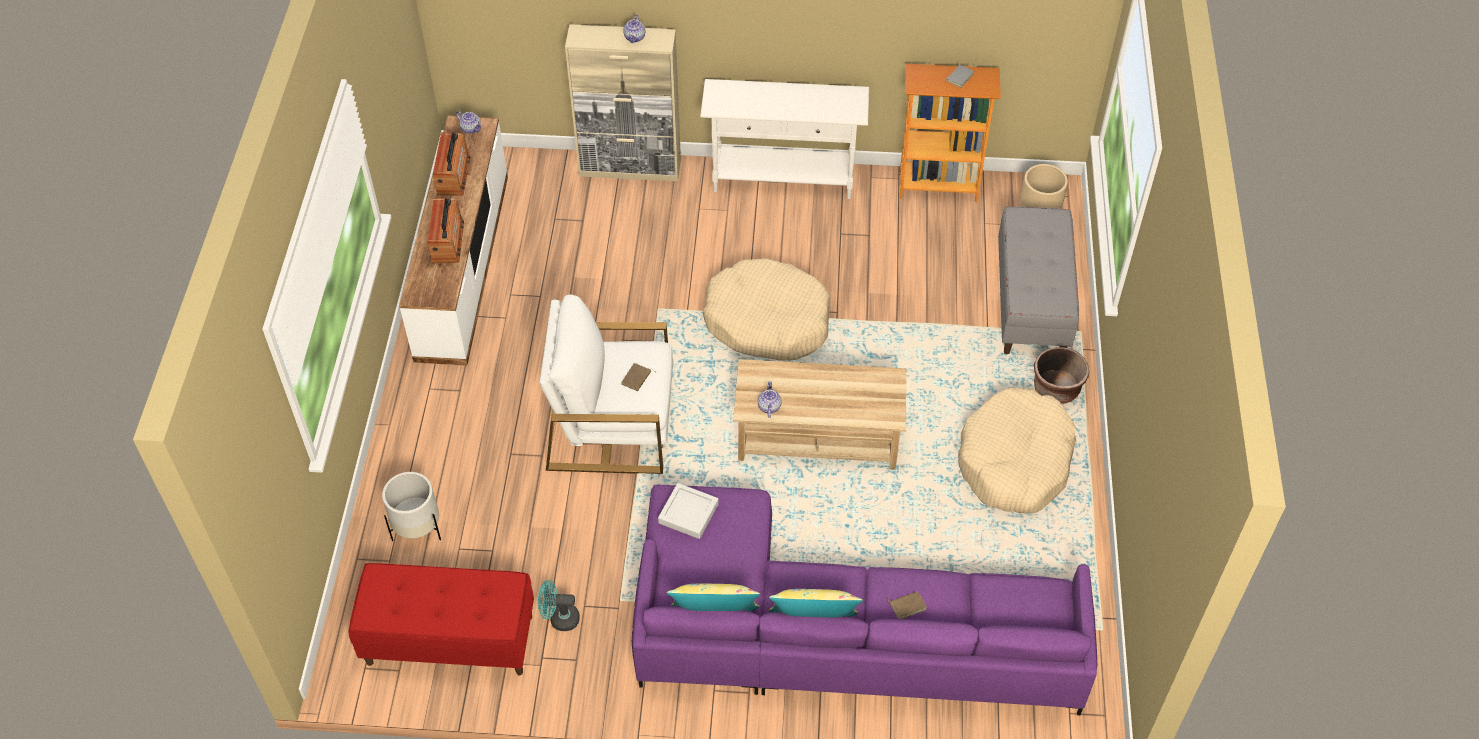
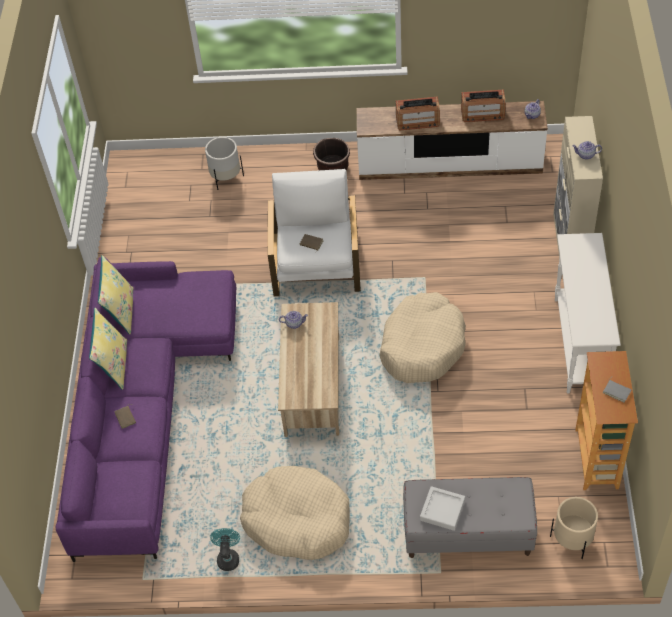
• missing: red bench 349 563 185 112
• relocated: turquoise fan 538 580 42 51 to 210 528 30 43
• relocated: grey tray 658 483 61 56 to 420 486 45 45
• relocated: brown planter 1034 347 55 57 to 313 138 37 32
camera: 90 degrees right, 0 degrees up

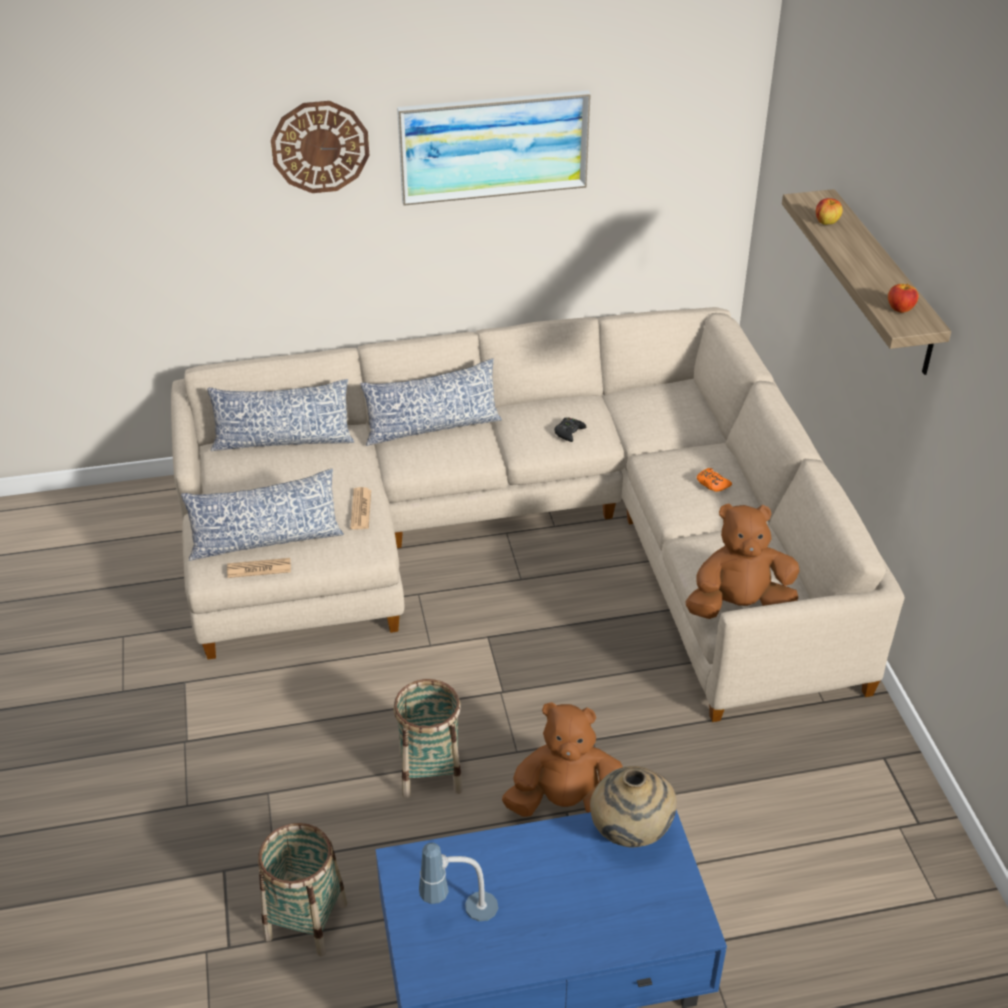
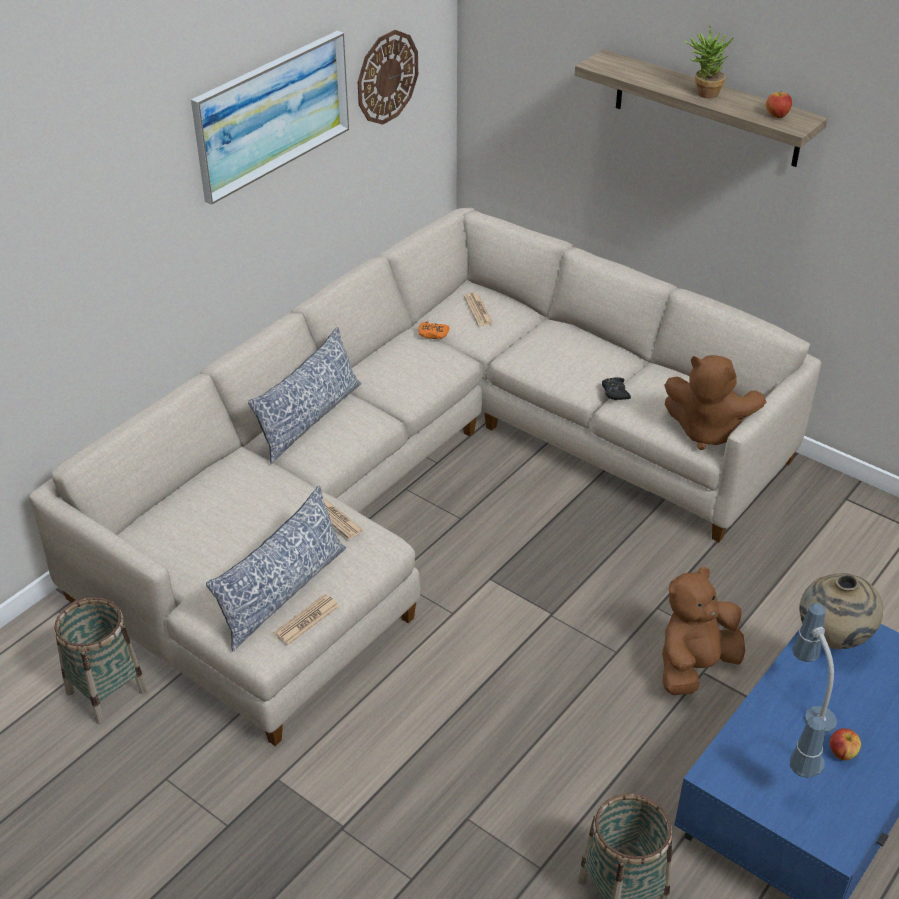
• missing: pillow 207 379 148 72
• appeared: newspaper 464 293 29 33
• appeared: potted plant 684 25 50 74
• appeared: table lamp 792 603 45 130
• relocated: wall clock 271 101 98 92 to 358 30 60 95
• relocated: basket 393 679 70 120 to 54 597 94 127
• relocated: black game controller 554 417 32 25 to 602 377 29 23
• relocated: orange game controller 697 468 35 24 to 418 321 32 18
• relocated: apple 816 198 27 27 to 830 728 31 32
• spun: brown plush toy 685 503 114 116 = 664 355 103 95 105 degrees counterclockwise
camera: 40 degrees left, 0 degrees up

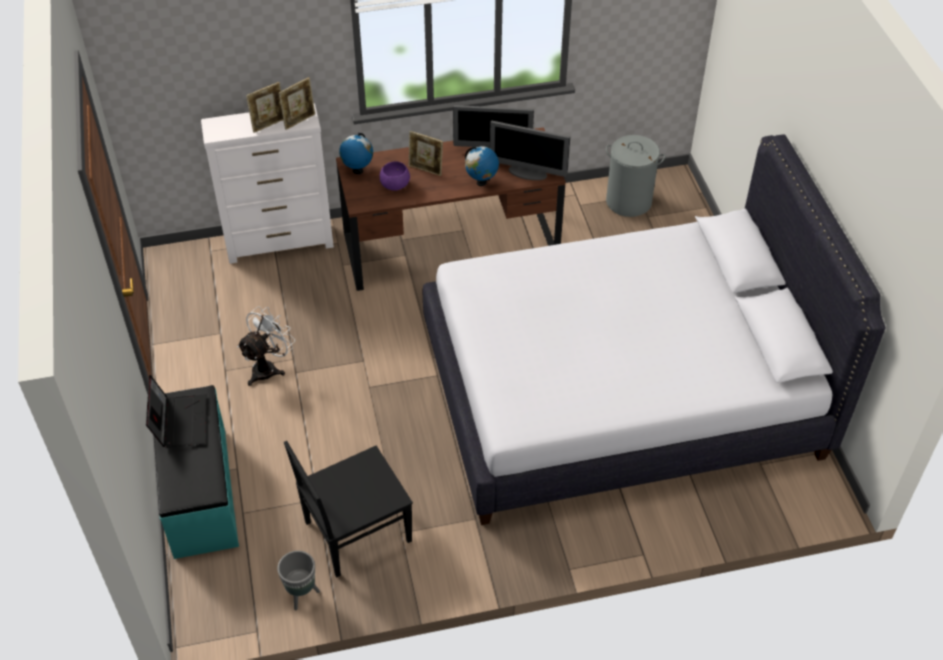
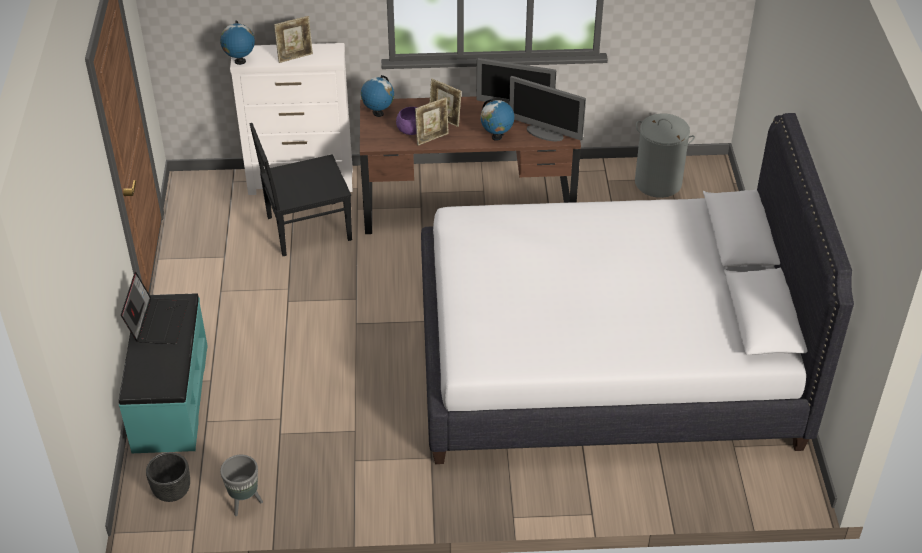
• missing: white fan 237 307 58 79
• appeared: black planter 146 452 44 50
• appeared: globe 220 20 35 45
• relocated: picture frame 279 77 36 53 to 415 97 34 48
• relocated: black chair 284 441 129 137 to 250 123 102 133
camera: 10 degrees right, 5 degrees down

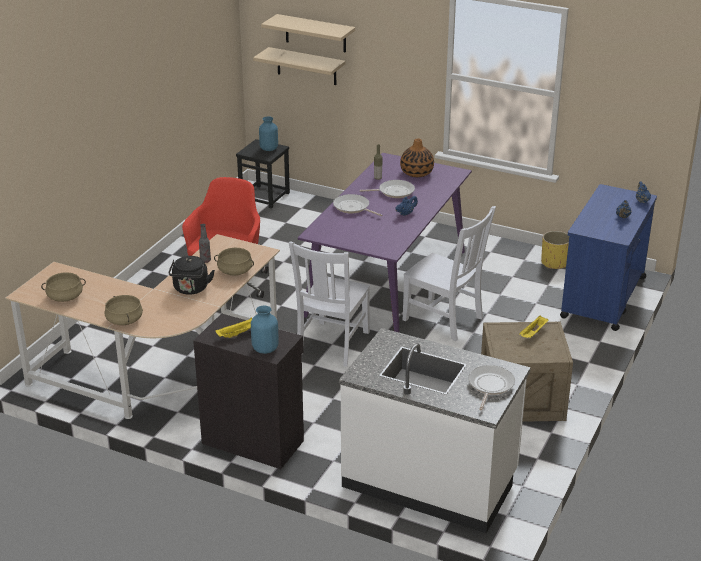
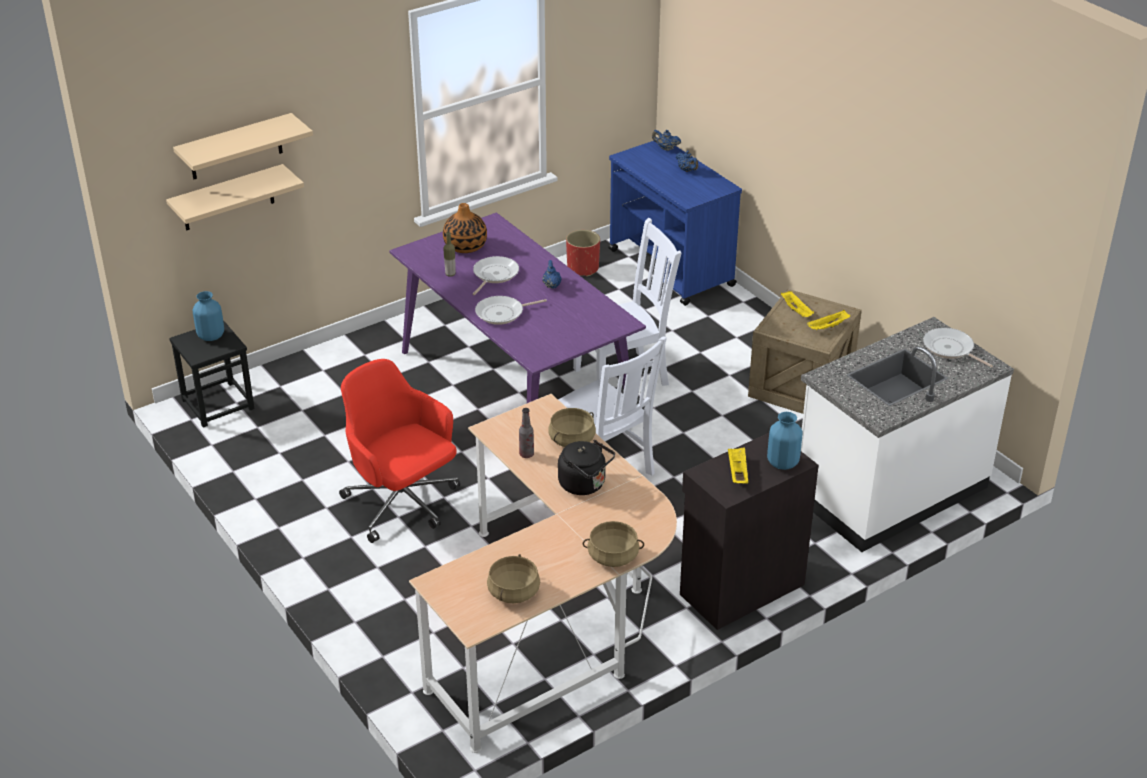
• appeared: yellow tray 807 310 43 20
• colour: yellow planter 541 231 28 38 to red planter 566 230 34 47
camera: 60 degrees left, 5 degrees up

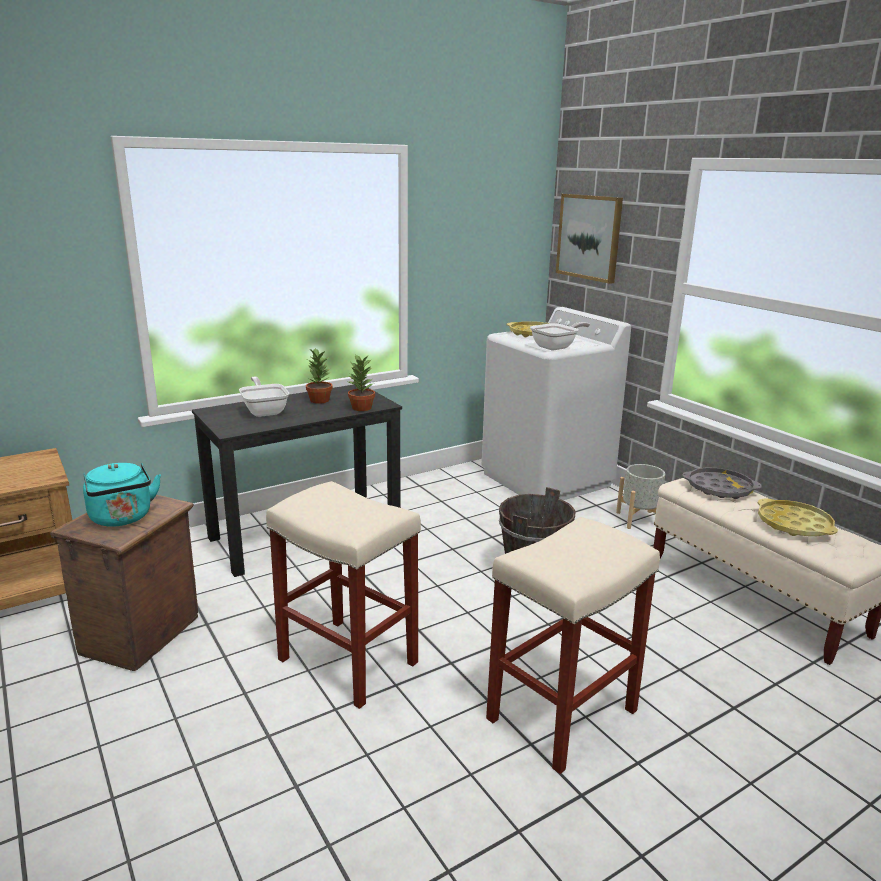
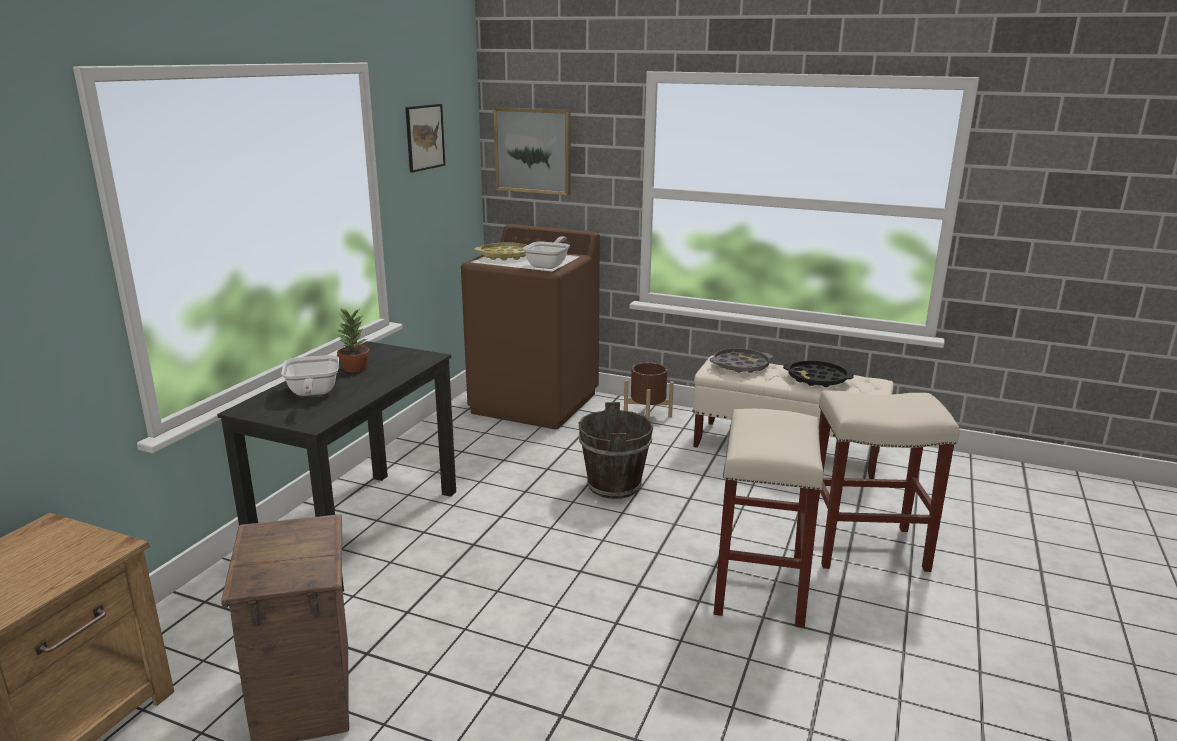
• missing: turquoise kettle 83 463 78 64
• missing: potted plant 346 355 29 56
• appeared: picture 405 104 40 69
• relocated: beige stool 266 481 155 228 to 819 390 140 182
• colour: white washing machine 482 307 149 193 to brown washing machine 461 224 139 205
• colour: grey planter 616 464 49 65 to brown planter 624 363 50 57
• colour: yellow tray 758 499 80 37 to black tray 783 360 71 27
• spun: frying pan 239 377 50 40 = 281 355 58 41 135 degrees counterclockwise
camera: 35 degrees left, 0 degrees up

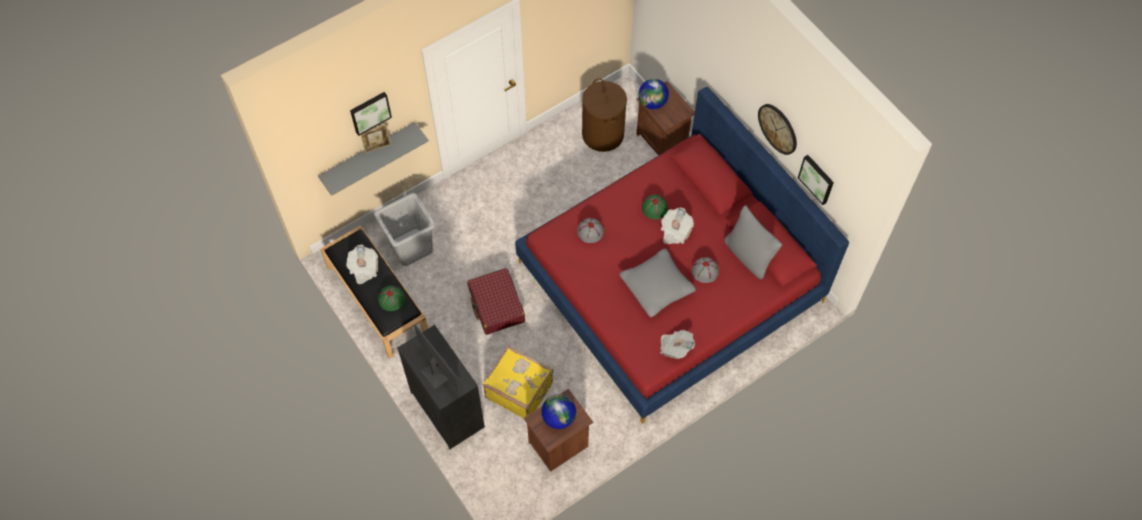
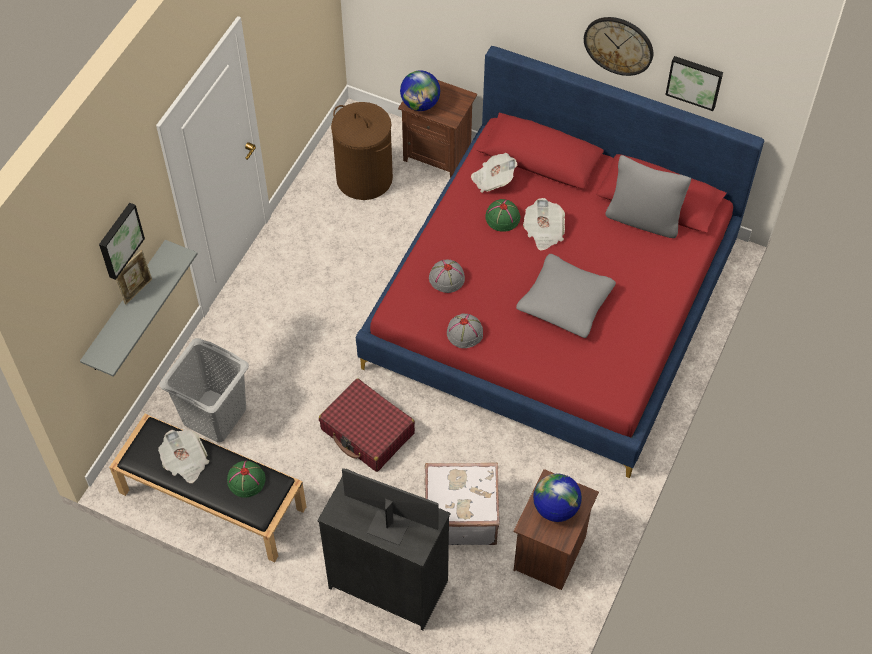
• relocated: newspaper 660 330 35 29 to 471 153 46 40
• relocated: grey hat 692 257 27 26 to 447 314 36 34
• colour: yellow suitcase 483 345 71 73 to white suitcase 425 463 75 82
camera: 30 degrees left, 5 degrees down

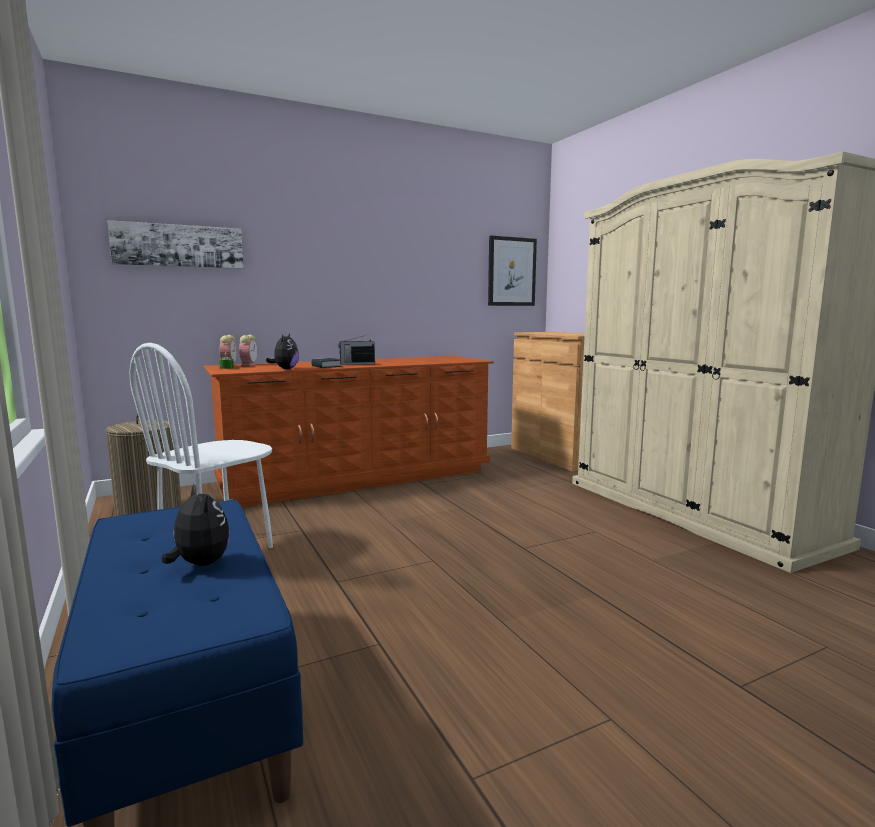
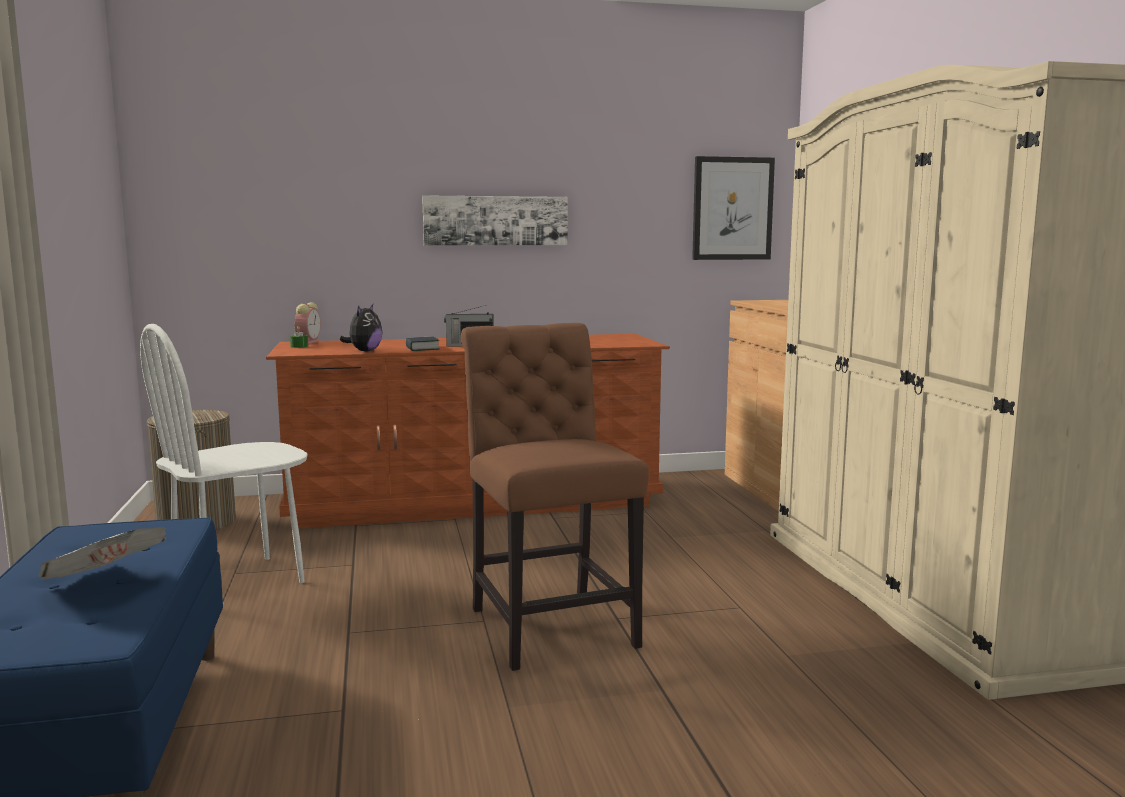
• missing: alarm clock 239 335 19 31
• appeared: brown chair 461 323 188 348
• relocated: picture 107 220 137 49 to 422 195 146 51
• exchanged: plush toy 162 484 68 82 to newspaper 39 527 127 53
camera: 15 degrees right, 0 degrees up

